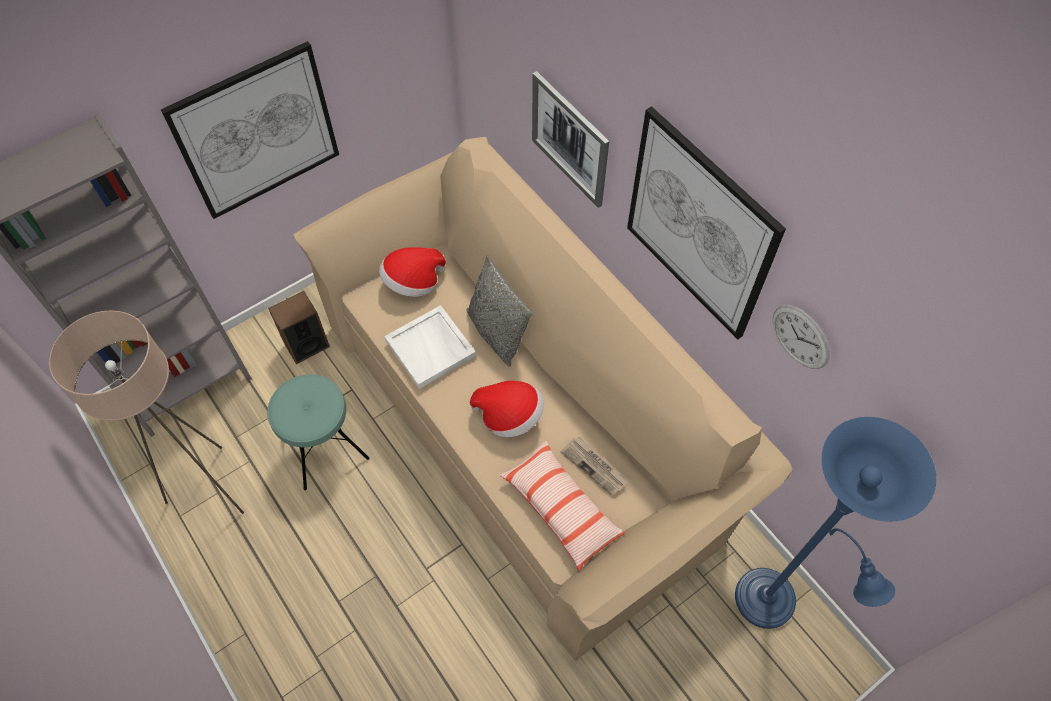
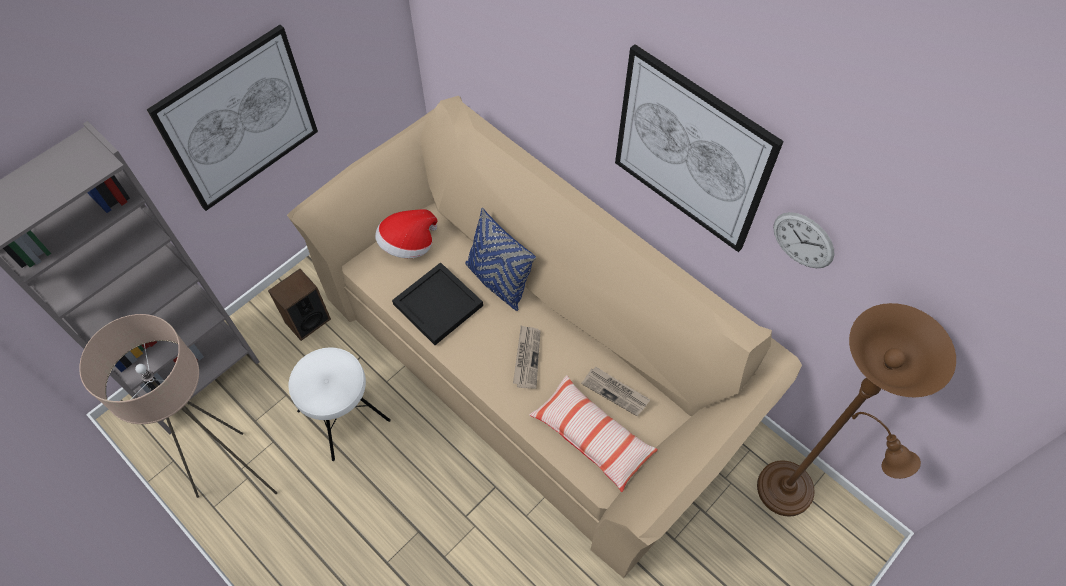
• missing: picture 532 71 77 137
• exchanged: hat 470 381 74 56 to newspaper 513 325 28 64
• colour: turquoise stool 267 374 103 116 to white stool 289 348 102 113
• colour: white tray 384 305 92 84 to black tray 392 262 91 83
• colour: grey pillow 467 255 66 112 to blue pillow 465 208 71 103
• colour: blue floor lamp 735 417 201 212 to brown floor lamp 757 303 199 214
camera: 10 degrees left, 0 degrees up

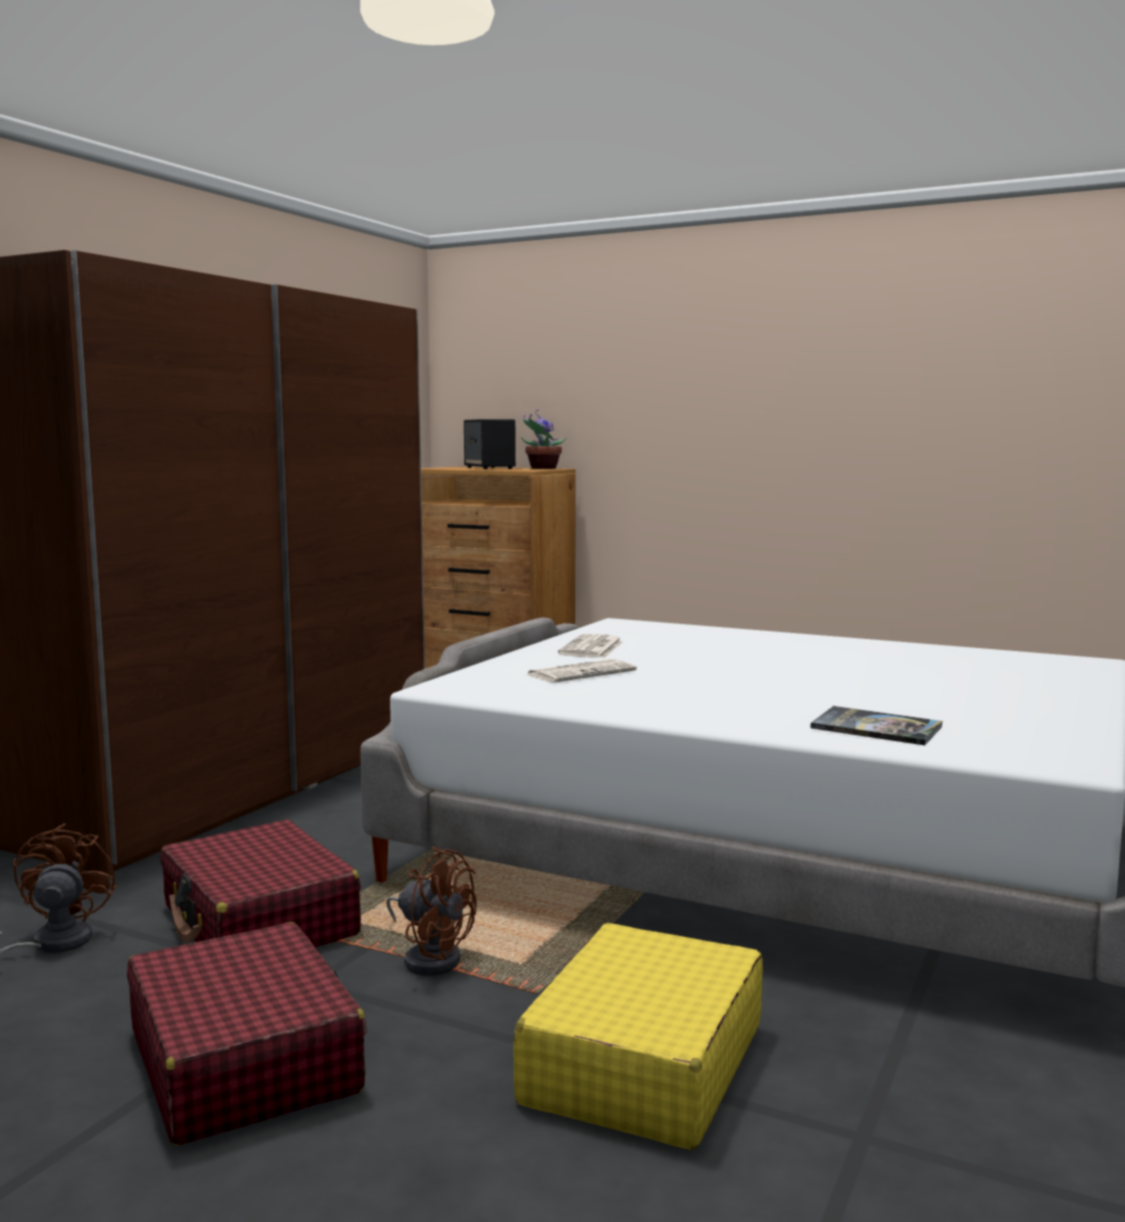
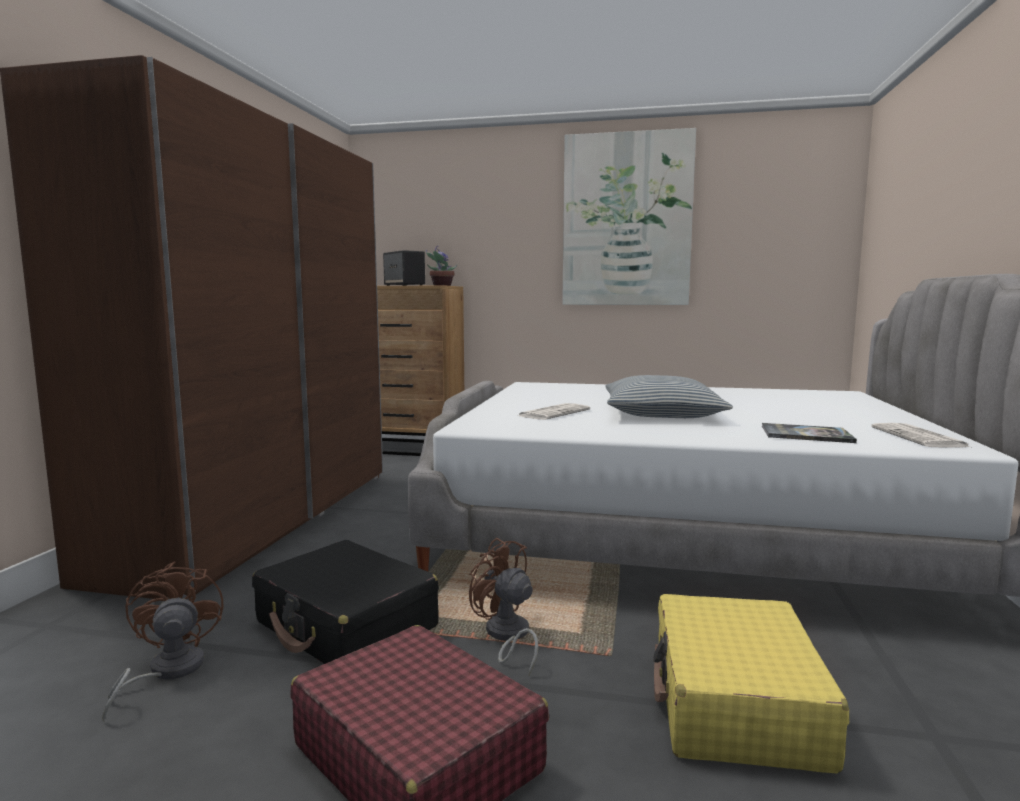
• appeared: picture 562 128 134 177
• appeared: pillow 606 375 127 43
• relocated: newspaper 558 634 66 24 to 871 423 99 25
• colour: red suitcase 160 820 201 127 to black suitcase 252 540 187 124
• spun: brown fan 386 847 91 129 = 469 538 69 137 150 degrees counterclockwise
camera: 15 degrees left, 0 degrees up

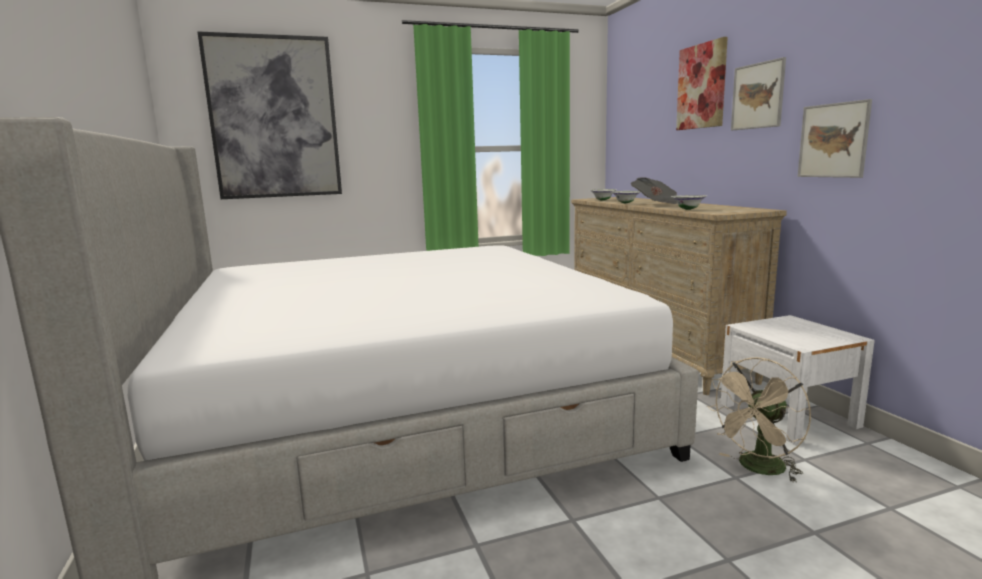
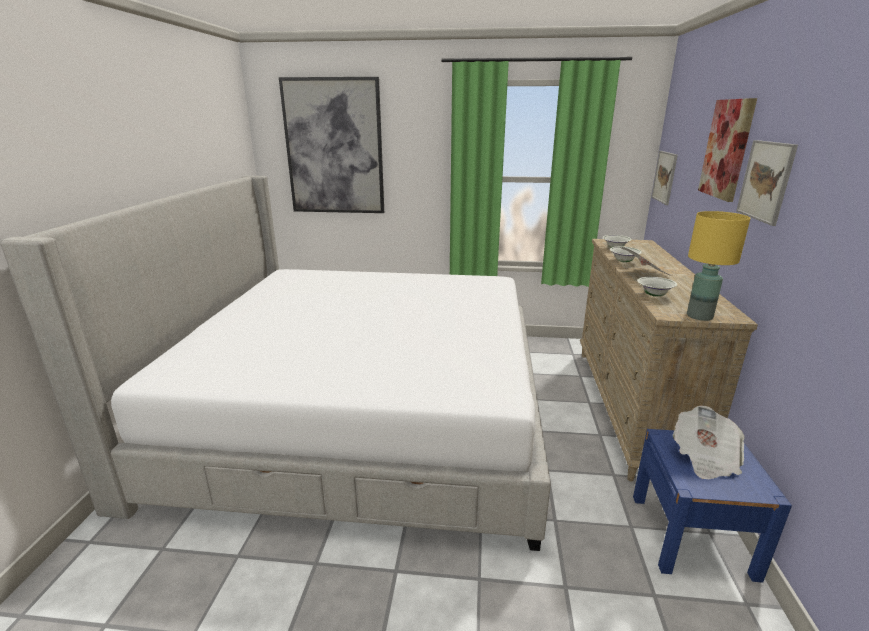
• missing: beige fan 707 357 104 126
• appeared: newspaper 673 406 71 73
• appeared: yellow table lamp 687 211 63 110
• relocated: picture 798 99 74 79 to 651 151 27 54
• colour: white nightstand 721 315 154 130 to blue nightstand 633 429 159 154
camera: 25 degrees right, 10 degrees up

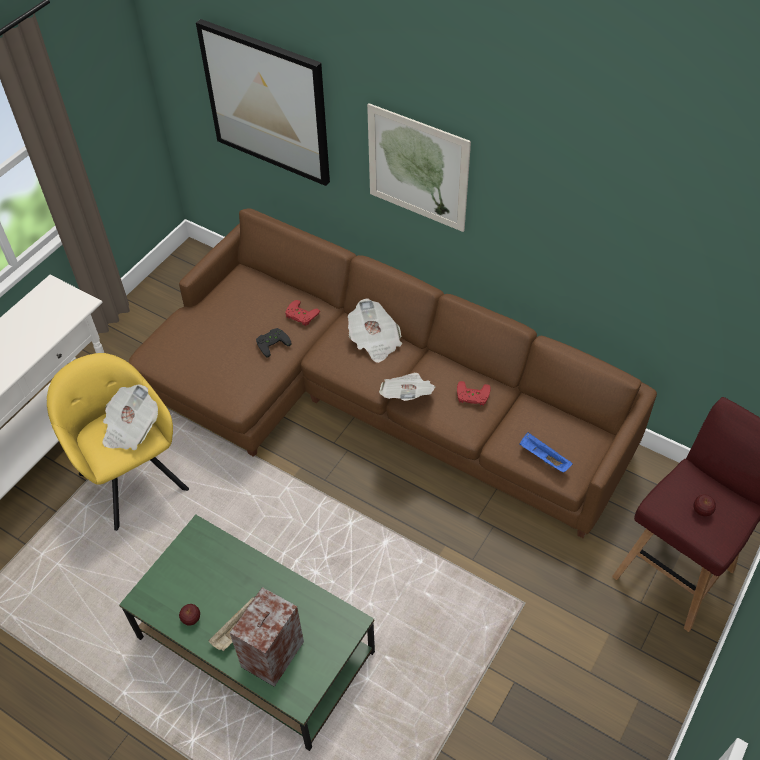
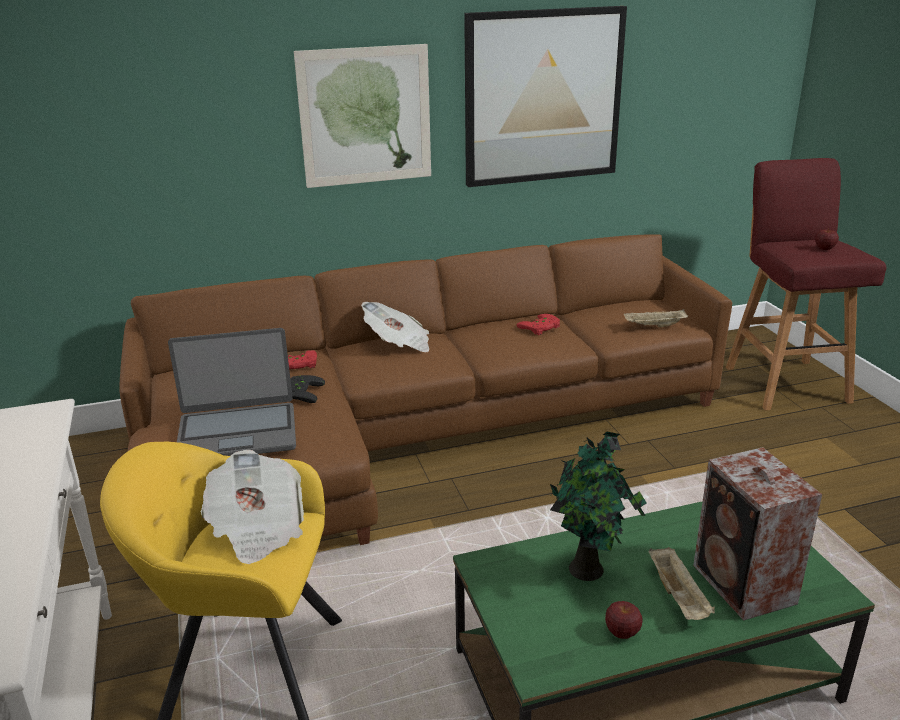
• missing: newspaper 379 373 57 28
• appeared: laptop 168 328 128 128
• appeared: potted plant 550 432 97 149
• relocated: picture 196 19 134 167 to 464 6 163 181
• colour: blue tray 519 432 54 40 to beige tray 624 309 64 19
camera: 50 degrees left, 25 degrees down

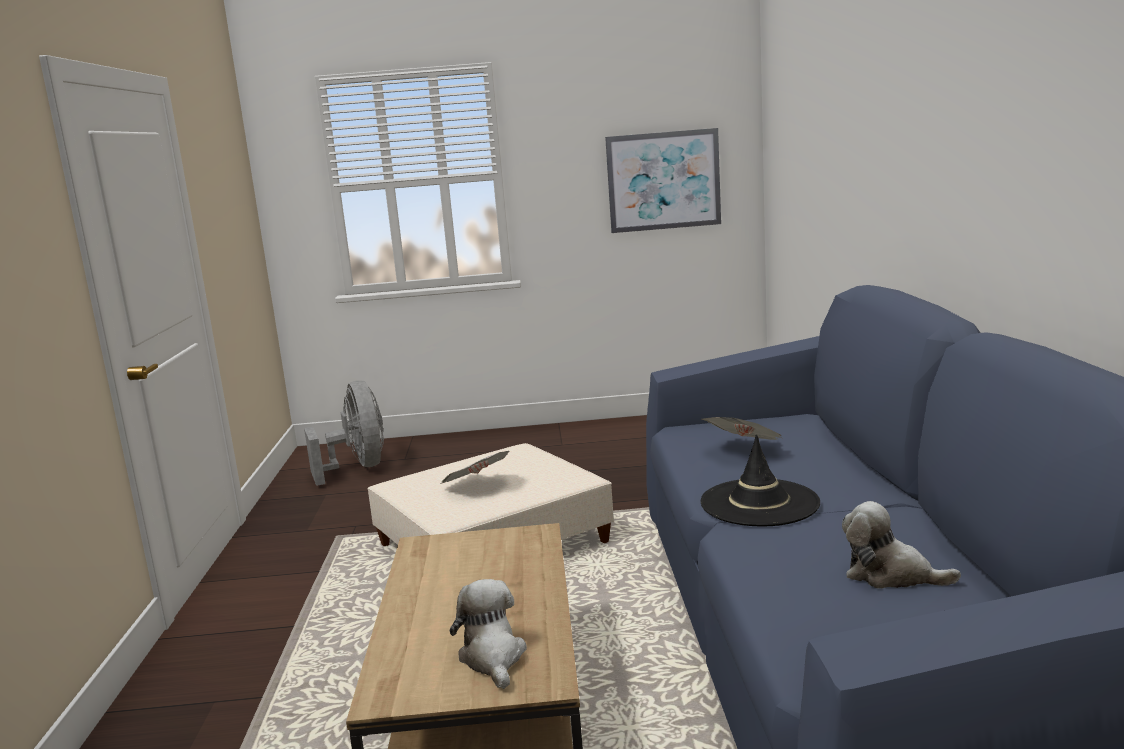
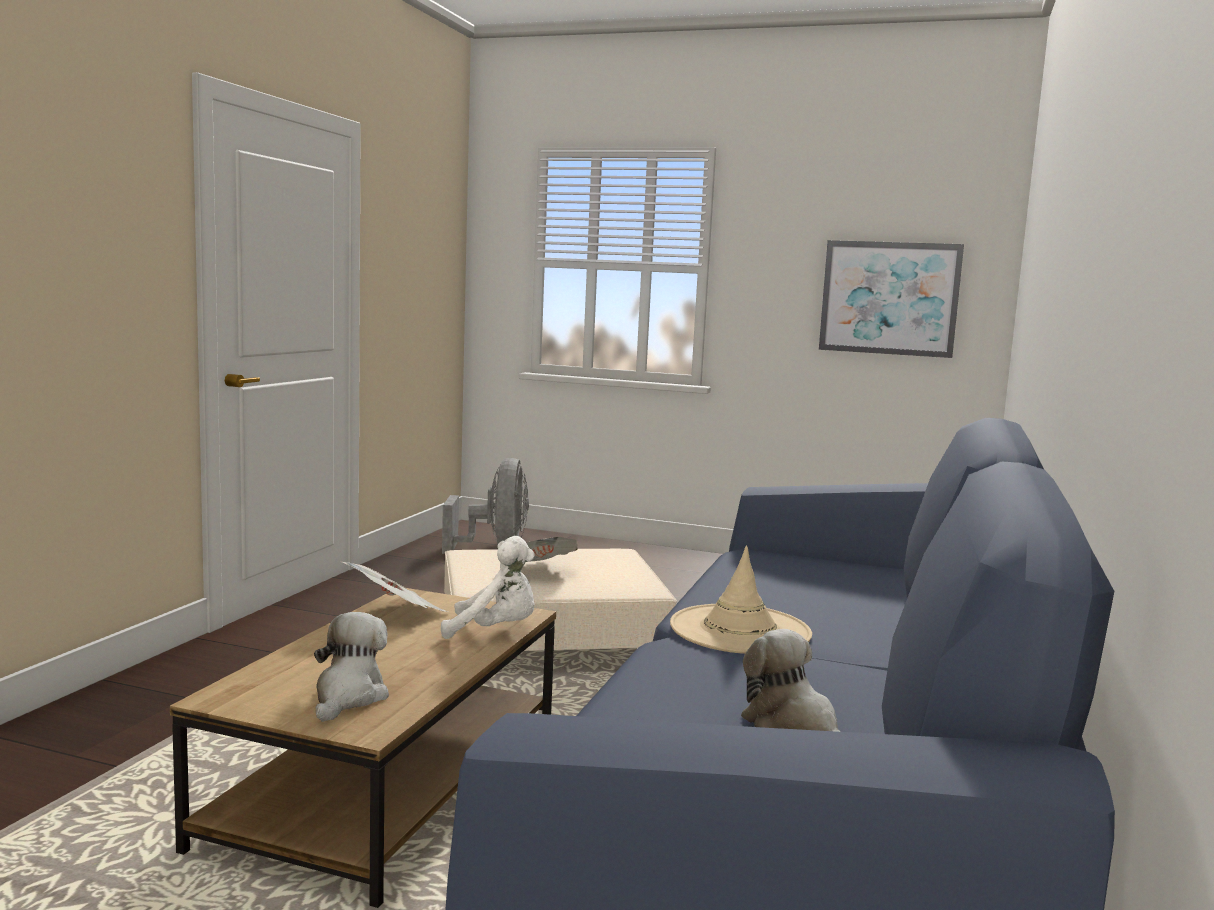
• appeared: white plush toy 441 536 94 103
• relocated: newspaper 702 417 79 23 to 342 562 107 50
• colour: black hat 701 435 119 92 to beige hat 670 546 142 108
camera: 20 degrees right, 5 degrees down

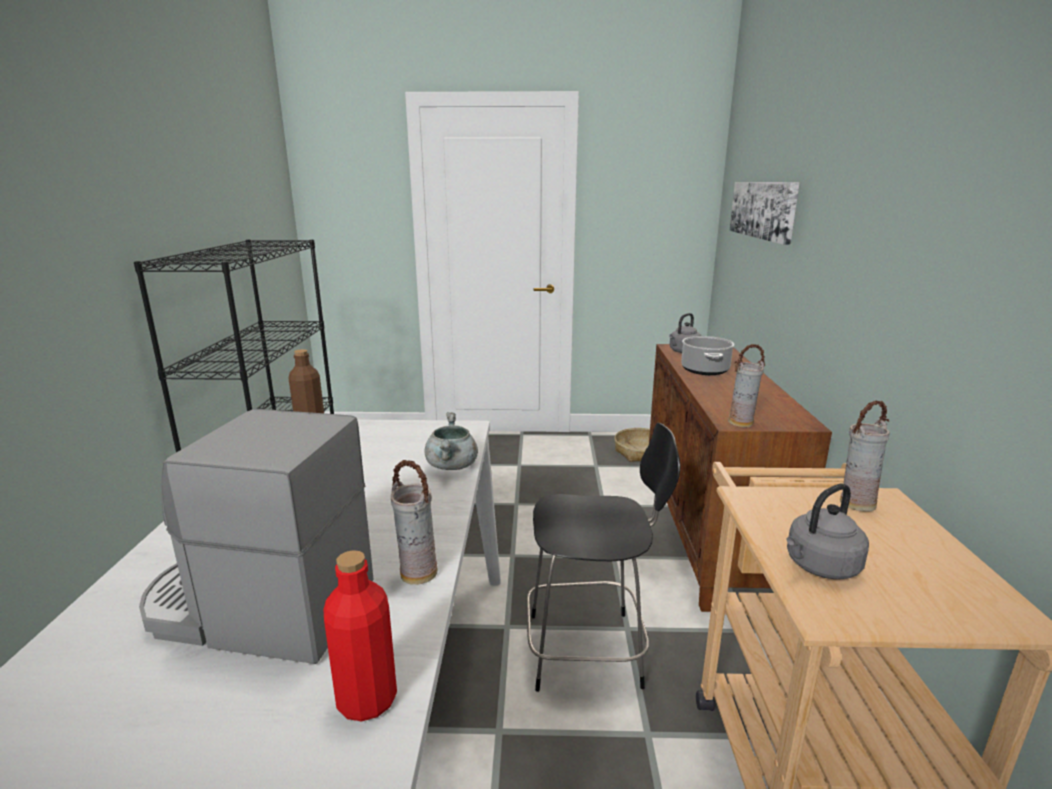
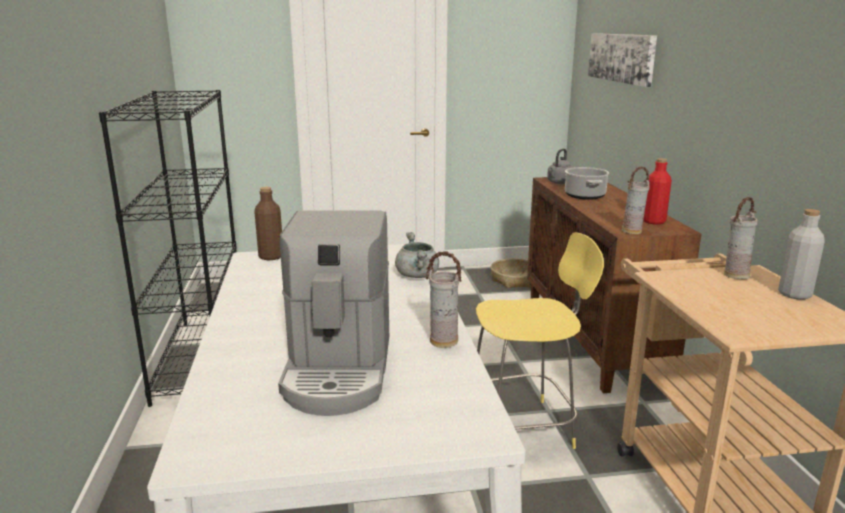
• missing: grey kettle 787 484 82 95
• appeared: grey bottle 778 209 47 91
• relocated: red bottle 323 550 74 171 to 643 158 29 67
• colour: black stool 526 423 155 269 to yellow stool 476 232 128 217
• spun: coffee machine 139 409 235 255 = 278 210 111 206 90 degrees counterclockwise
camera: 10 degrees left, 0 degrees up

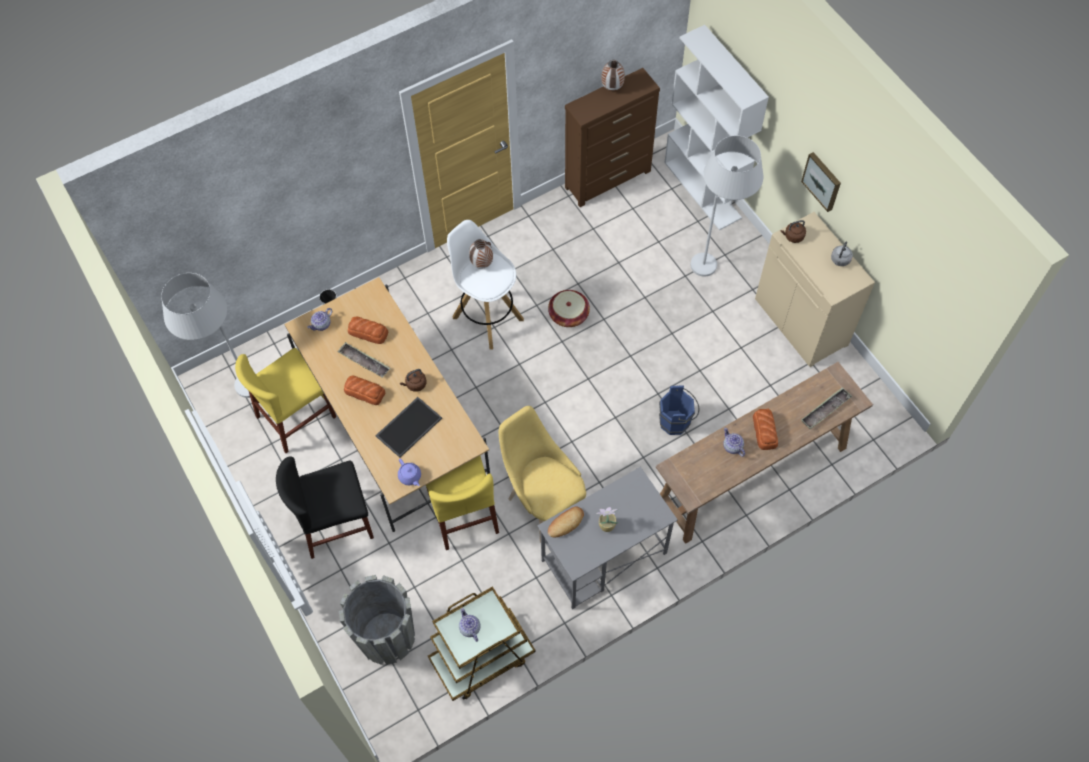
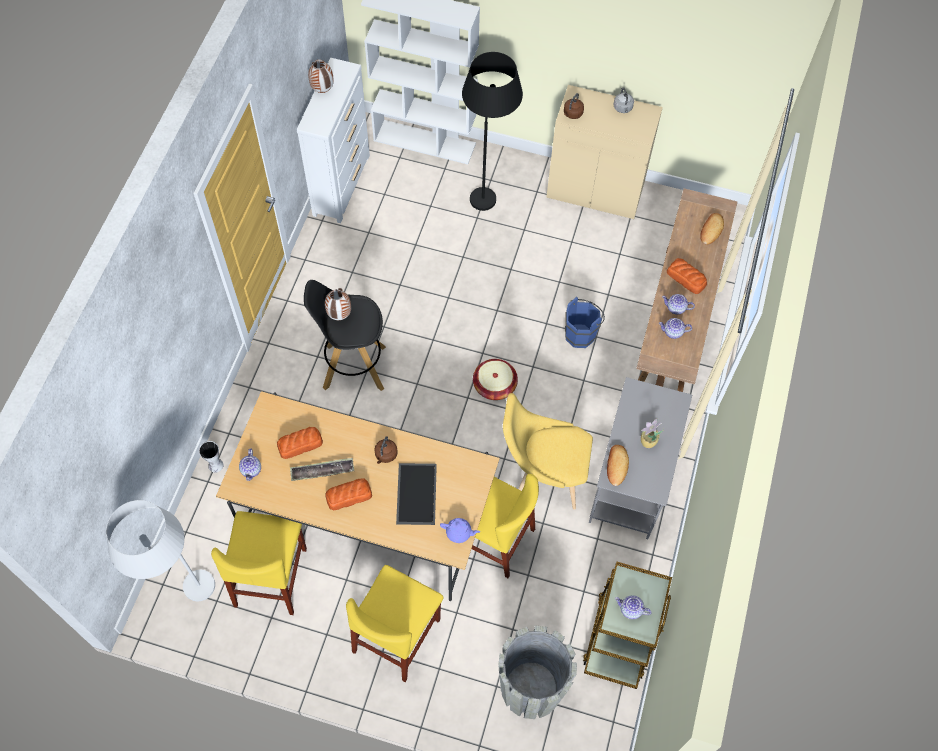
• missing: picture 801 152 40 60
• appeared: teapot 659 318 33 21
• relocated: basket 548 290 42 37 to 473 359 45 41
• exchanged: tray 801 387 51 42 to bread 700 213 24 31
• colour: black chair 276 456 98 103 to yellow chair 346 565 98 117
• colour: white stool 447 220 77 130 to black stool 304 280 82 111
• colour: brown dresser 565 68 95 139 to white dresser 297 58 73 165
• colour: white floor lamp 691 136 72 141 to black floor lamp 462 52 61 159
camera: 45 degrees left, 0 degrees up

